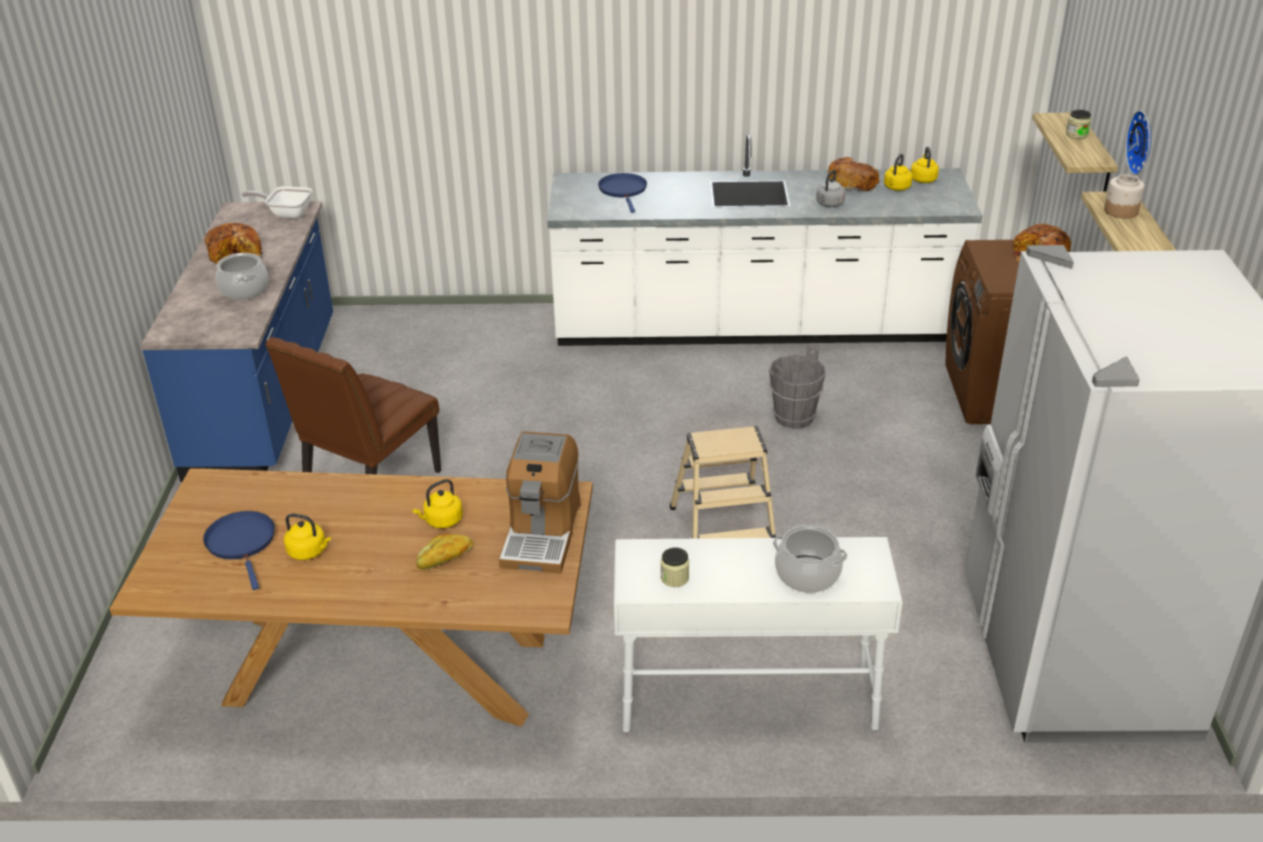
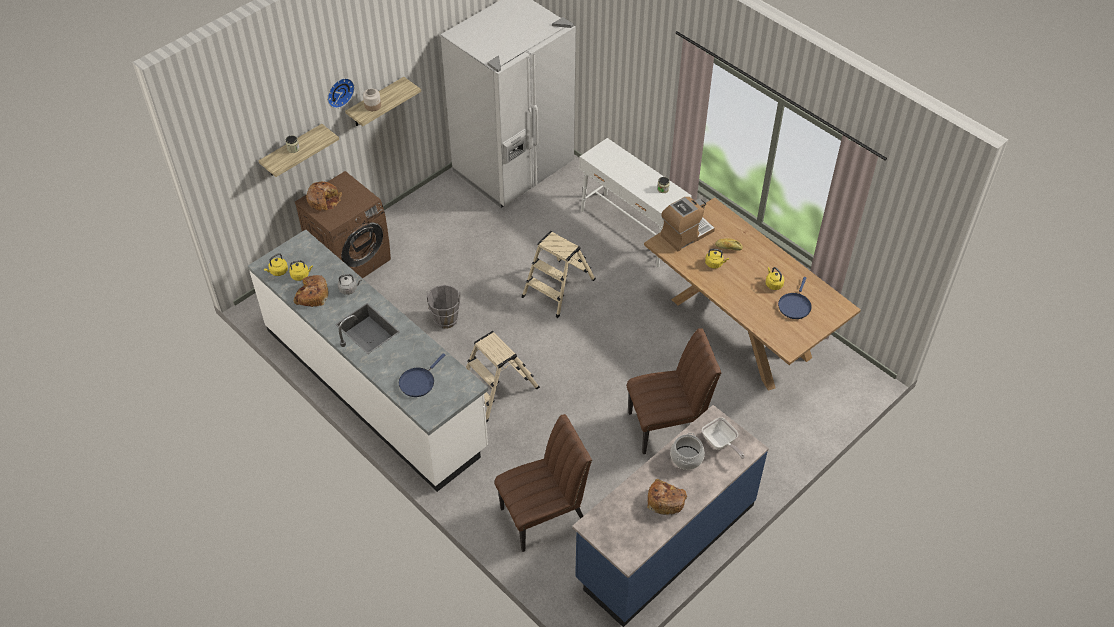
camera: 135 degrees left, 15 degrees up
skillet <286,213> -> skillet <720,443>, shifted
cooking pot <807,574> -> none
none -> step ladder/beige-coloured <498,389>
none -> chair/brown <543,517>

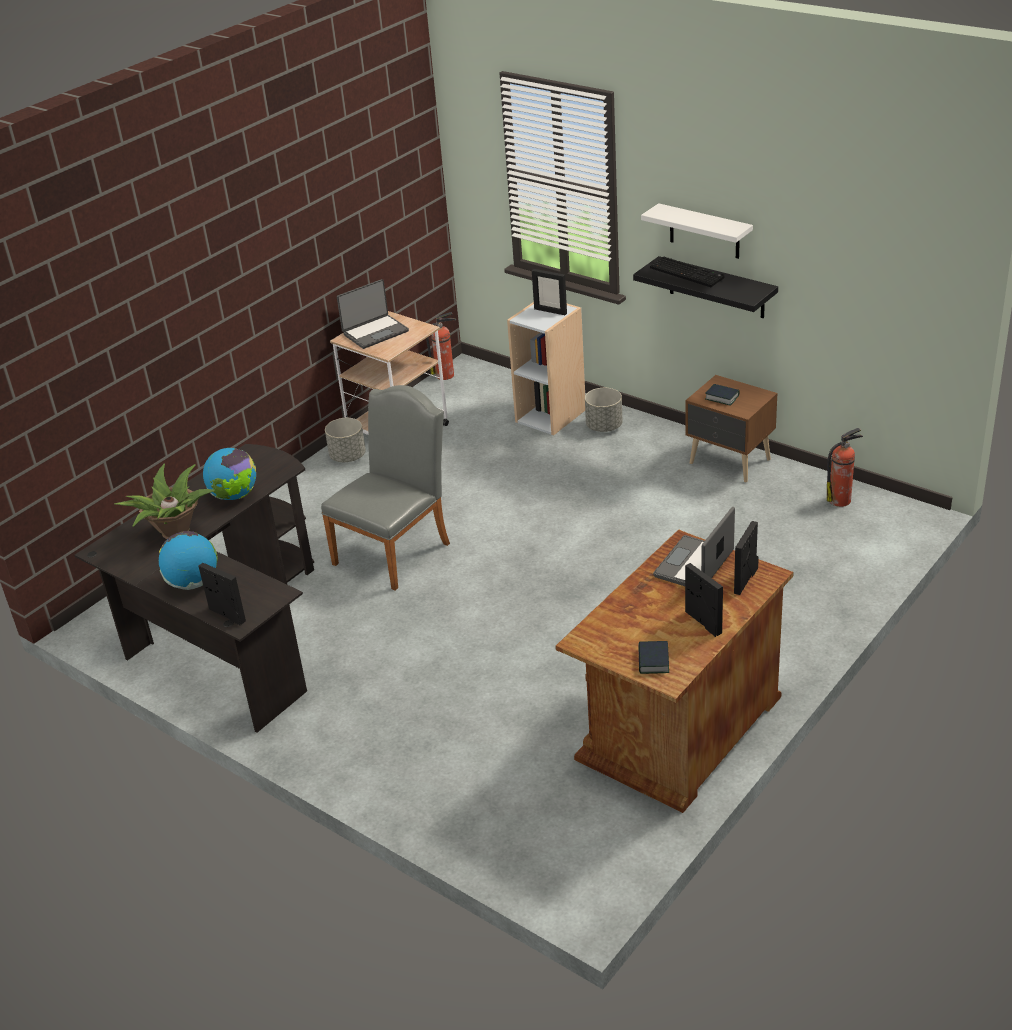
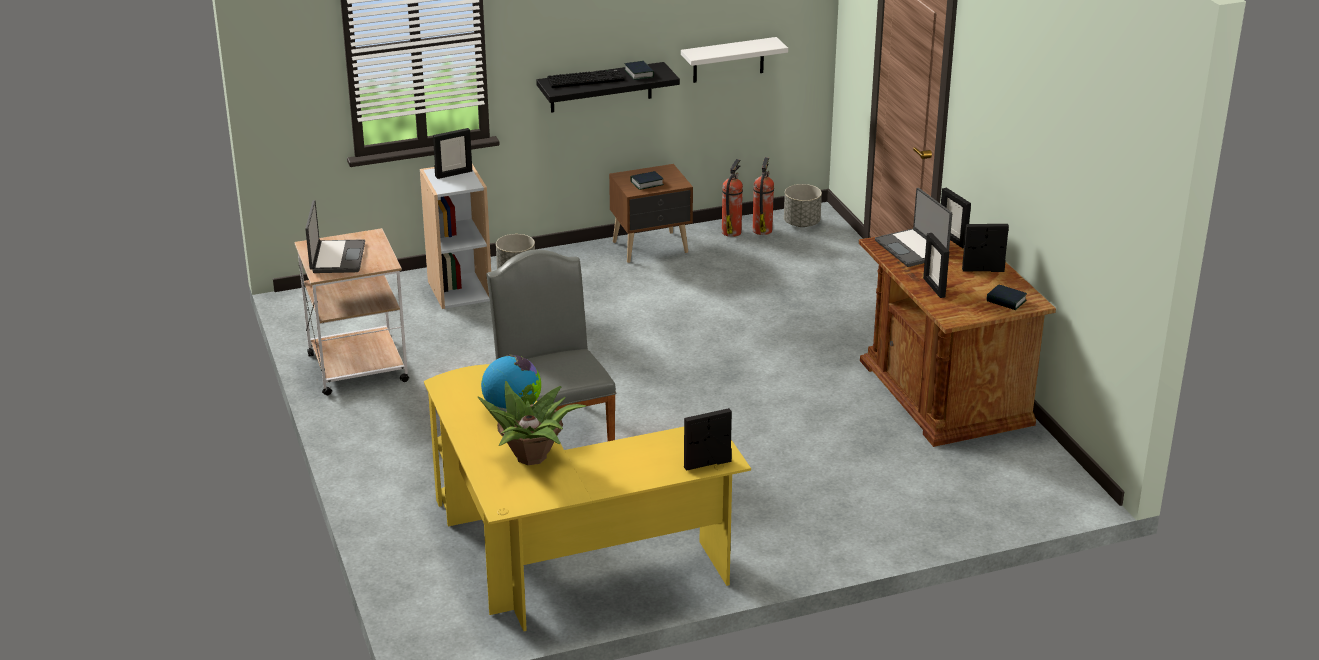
camera: 60 degrees left, 5 degrees down
desk unit/black-coloured <226,633> -> desk unit/yellow-coloured <559,560>
globe <193,583> -> none
planter/greyish <348,457> -> planter/greyish <802,223>, shifted
fire extinguisher <446,375> -> fire extinguisher <732,231>, shifted
wall shelf/whitish <704,231> -> wall shelf/whitish <728,60>, shifted
none -> bound book <639,73>
none -> picture frame <935,287>

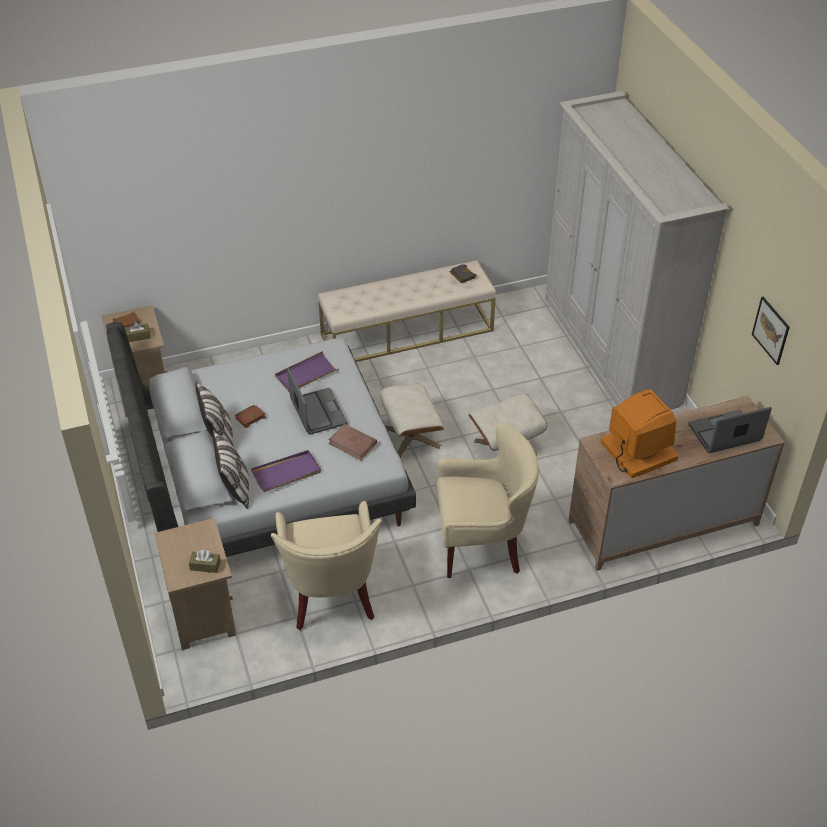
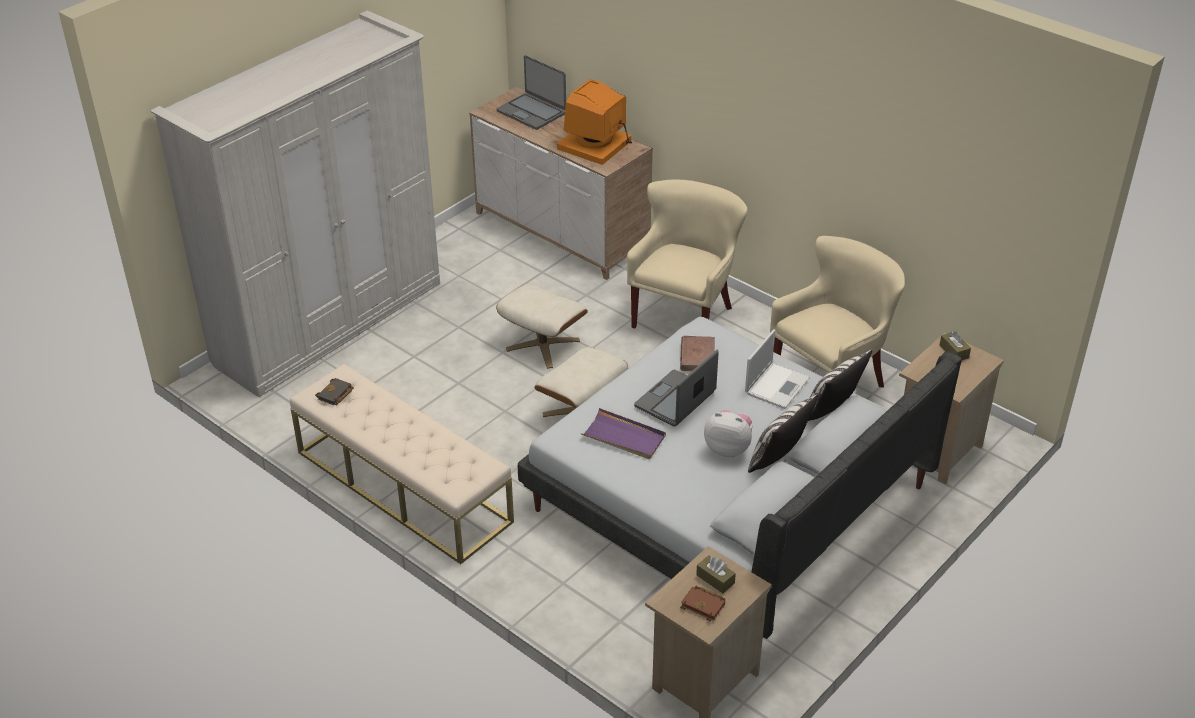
camera: 120 degrees left, 5 degrees down
bound book/brown <250,417> -> cuddly toy <728,448>
carrying tray/purple <287,473> -> notebook computer <777,385>
lounge chair/beige-coloured <482,547> -> lounge chair/beige-coloured <684,316>, 60 degrees clockwise
wall picture <771,330> -> none

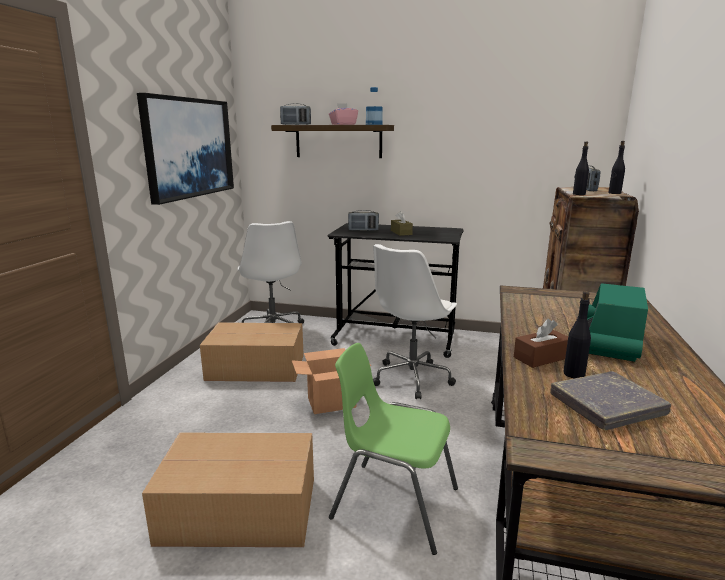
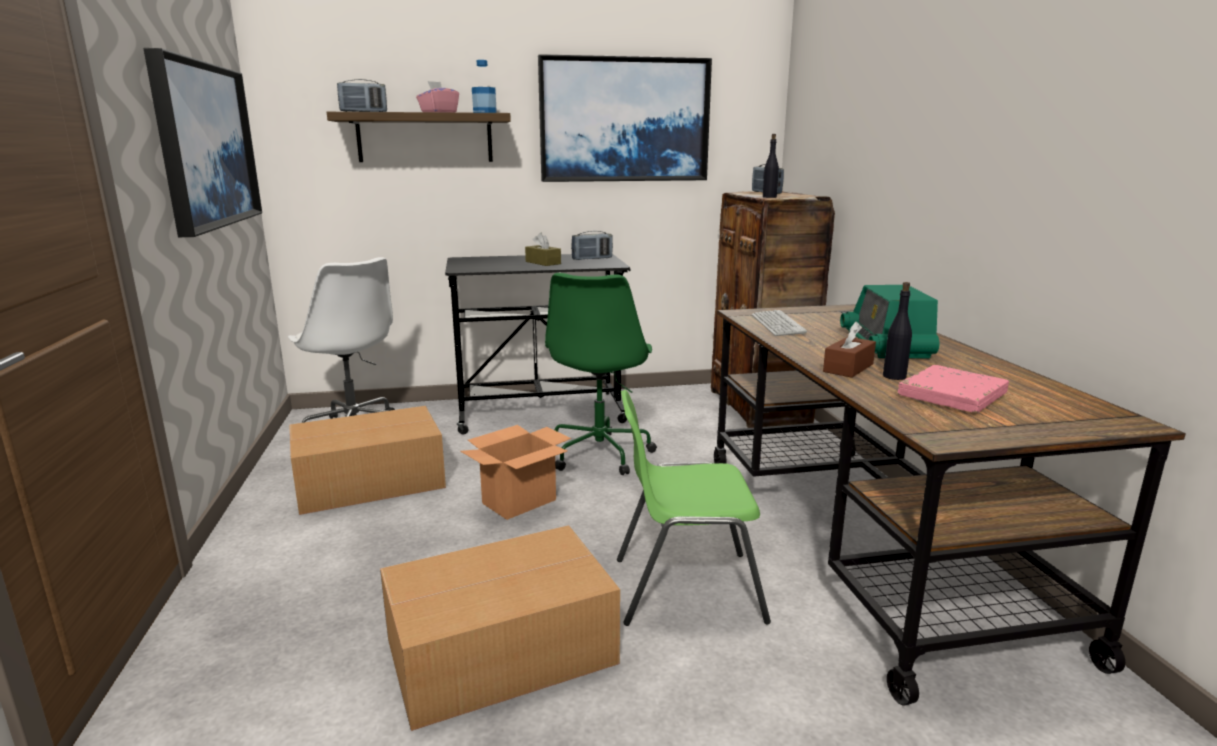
camera: 25 degrees left, 0 degrees up
radio set <363,230> -> radio set <592,259>, shifted
office chair/whitish <411,379> -> office chair/green <598,455>
bound book/greyish <607,405> -> bound book/pinkish <952,395>
beverage bottle/black-coloured <614,193> -> none
none -> wall picture <624,120>
none -> computer keyboard <777,324>

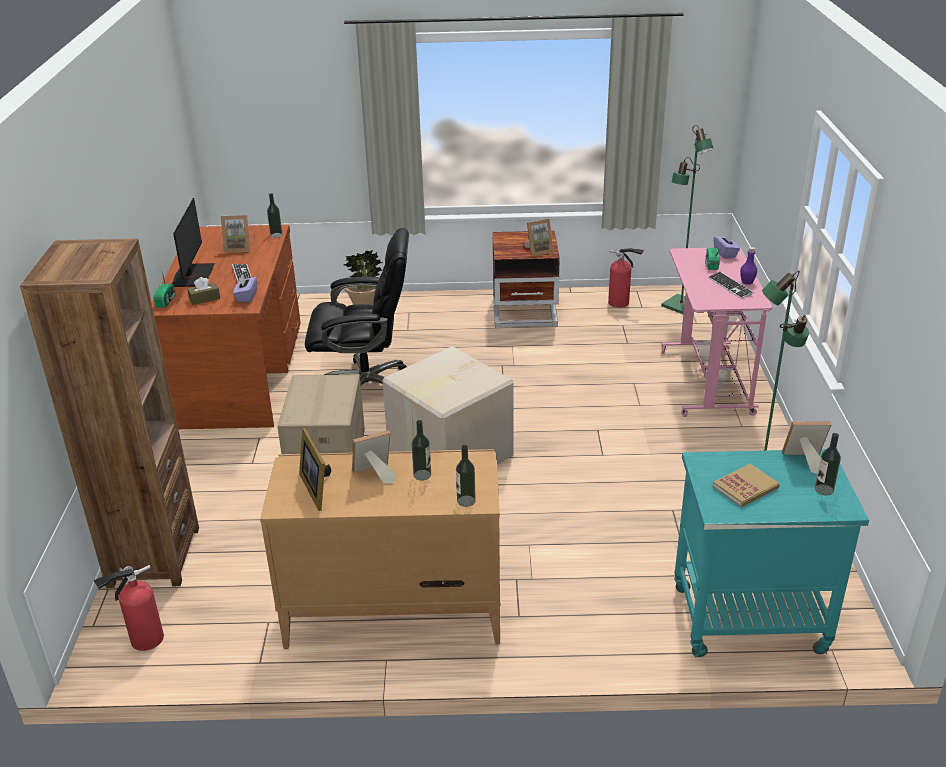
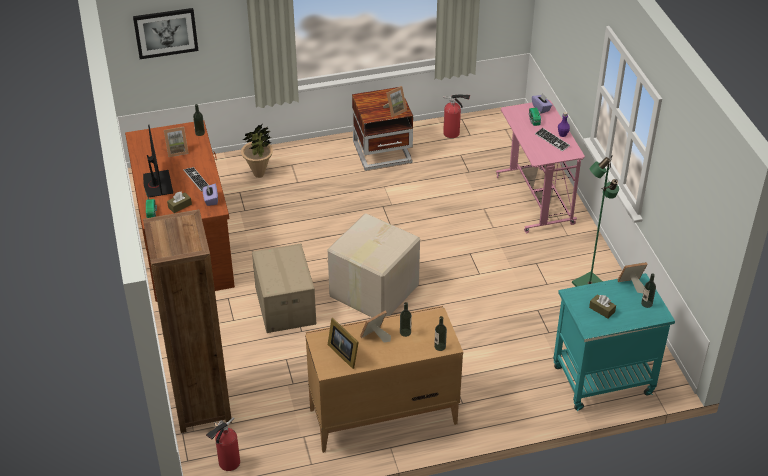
camera: 15 degrees left, 10 degrees up
office chair/black-coloured <364,384> -> none
floor lamp/green <681,305> -> none
bound book <745,487> -> tissue holder/brown <602,310>
none -> wall picture <166,33>

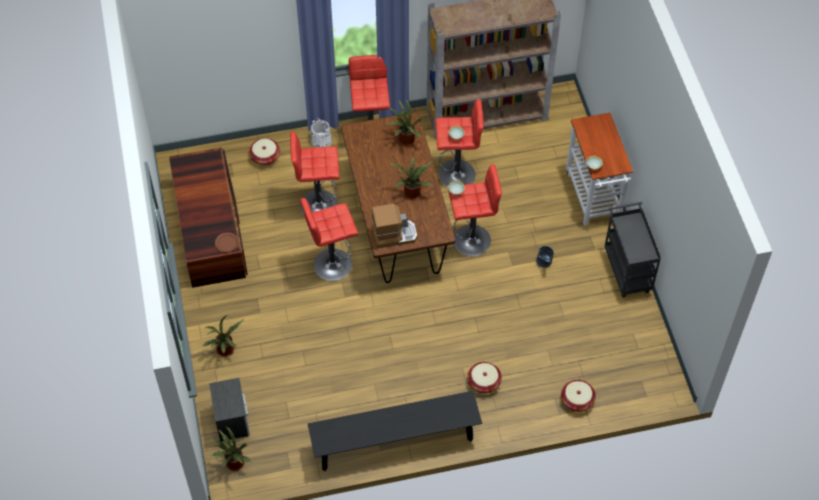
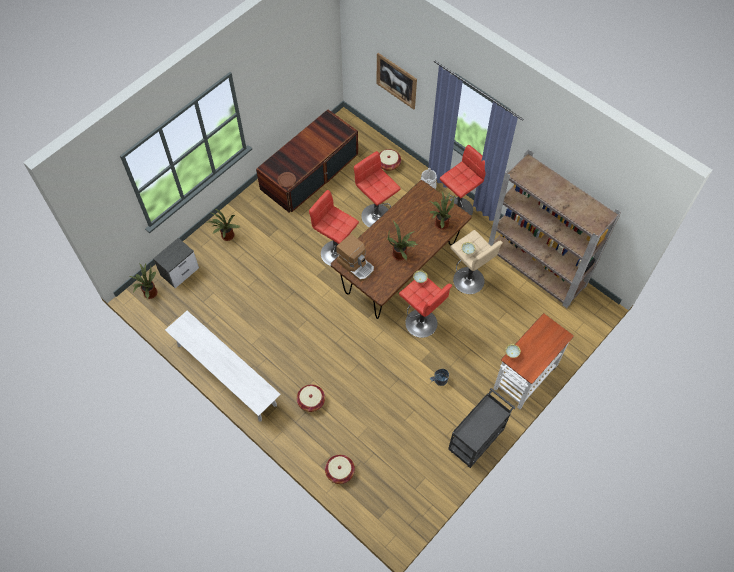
camera: 55 degrees right, 5 degrees up
long seat/black-coloured <395,442> -> long seat/whitish <226,375>
stool seat/red <457,175> -> stool seat/beige-coloured <468,281>
none -> wall picture <396,80>

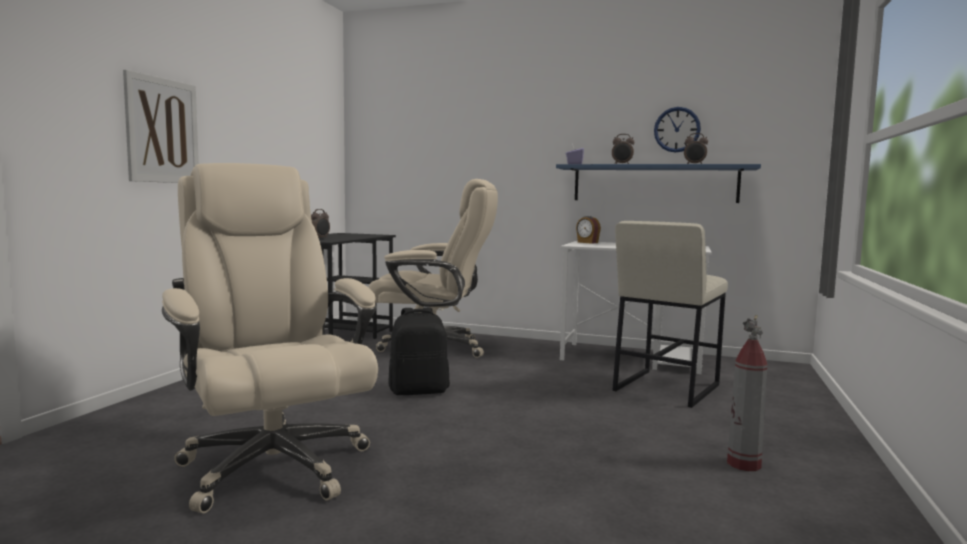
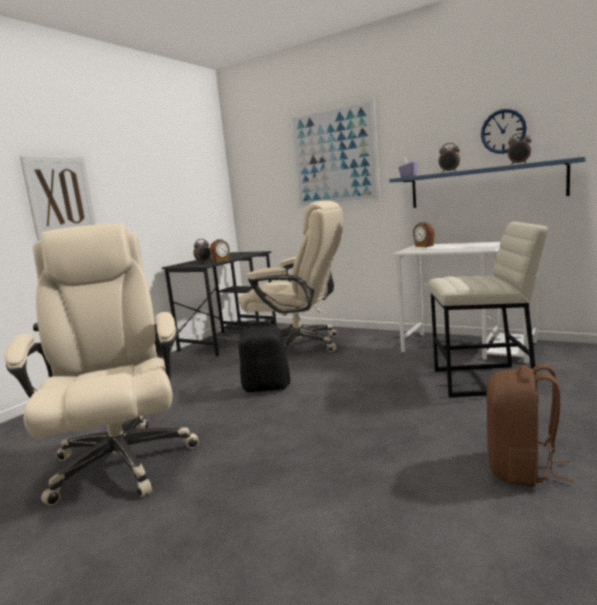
camera: 15 degrees right, 5 degrees up
chair/beige-coloured <665,388> -> chair/beige-coloured <484,380>, 135 degrees counterclockwise
fire extinguisher <744,464> -> rucksack/brown <522,469>
none -> bedside clock <221,261>
none -> wall picture <333,157>

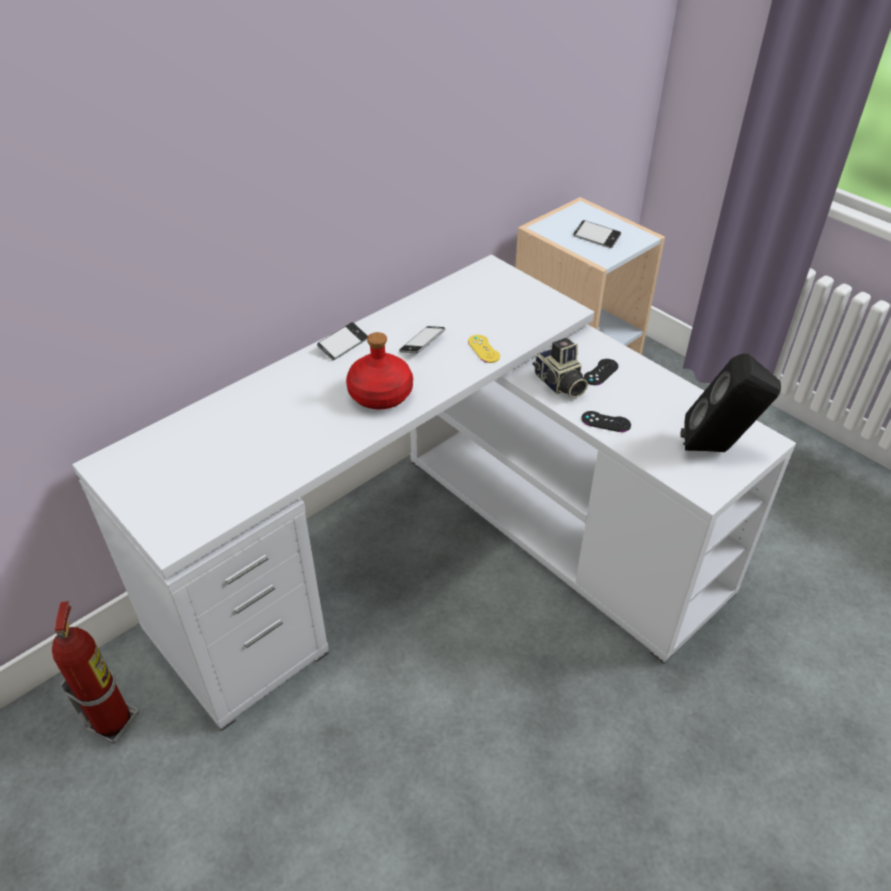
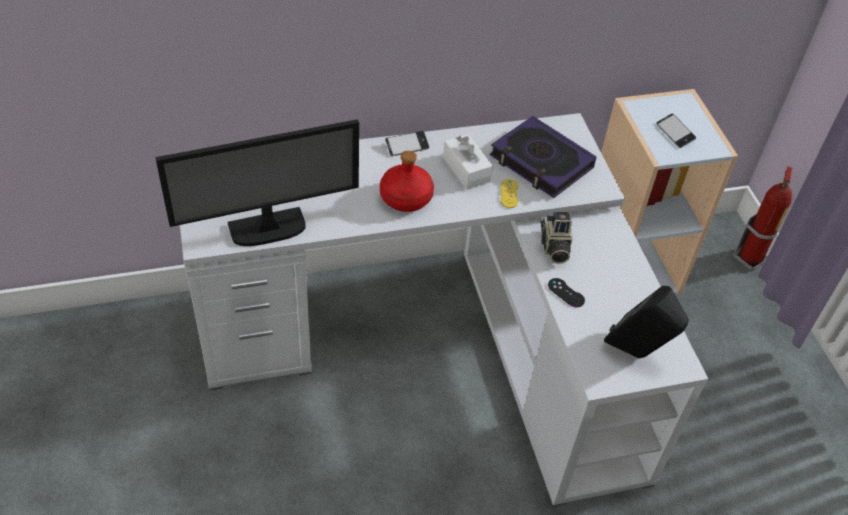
camera: 25 degrees right, 5 degrees up
fire extinguisher <113,721> -> fire extinguisher <750,258>, shifted
phone <422,343> -> tissue holder/whitish <466,169>
joypad/black-coloured <601,372> -> none
none -> computer screen <268,229>
none -> bound book <541,162>

